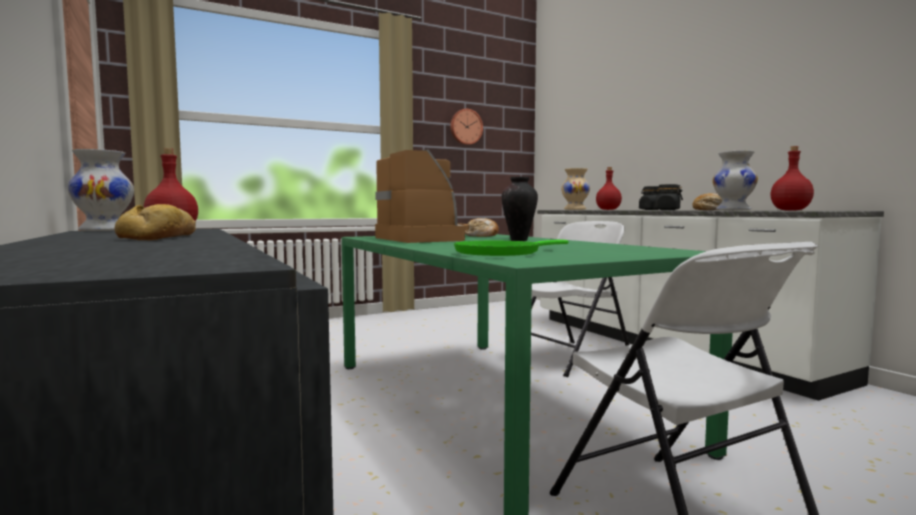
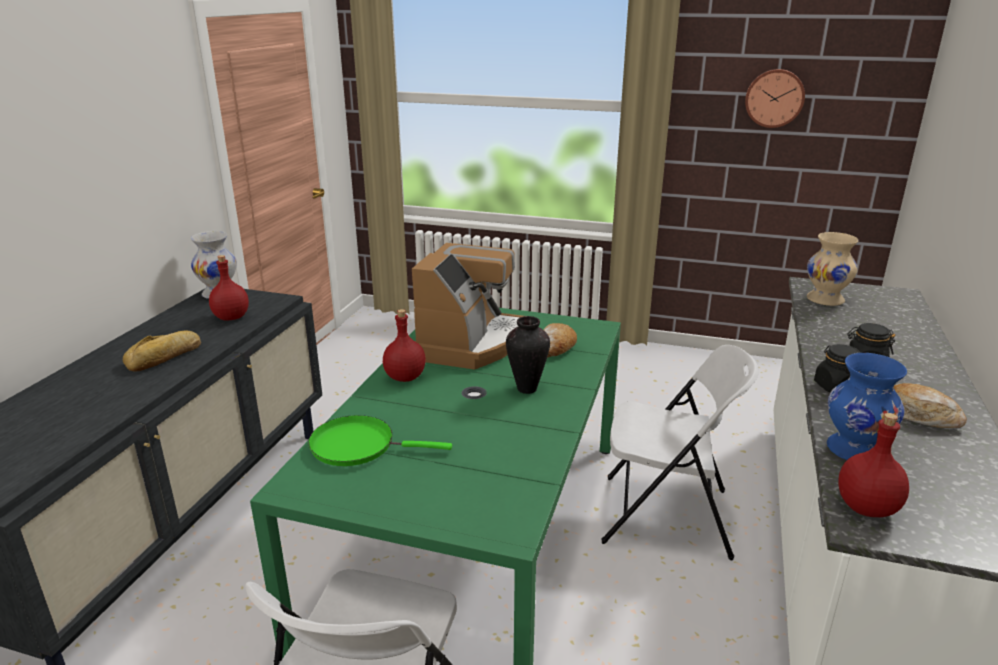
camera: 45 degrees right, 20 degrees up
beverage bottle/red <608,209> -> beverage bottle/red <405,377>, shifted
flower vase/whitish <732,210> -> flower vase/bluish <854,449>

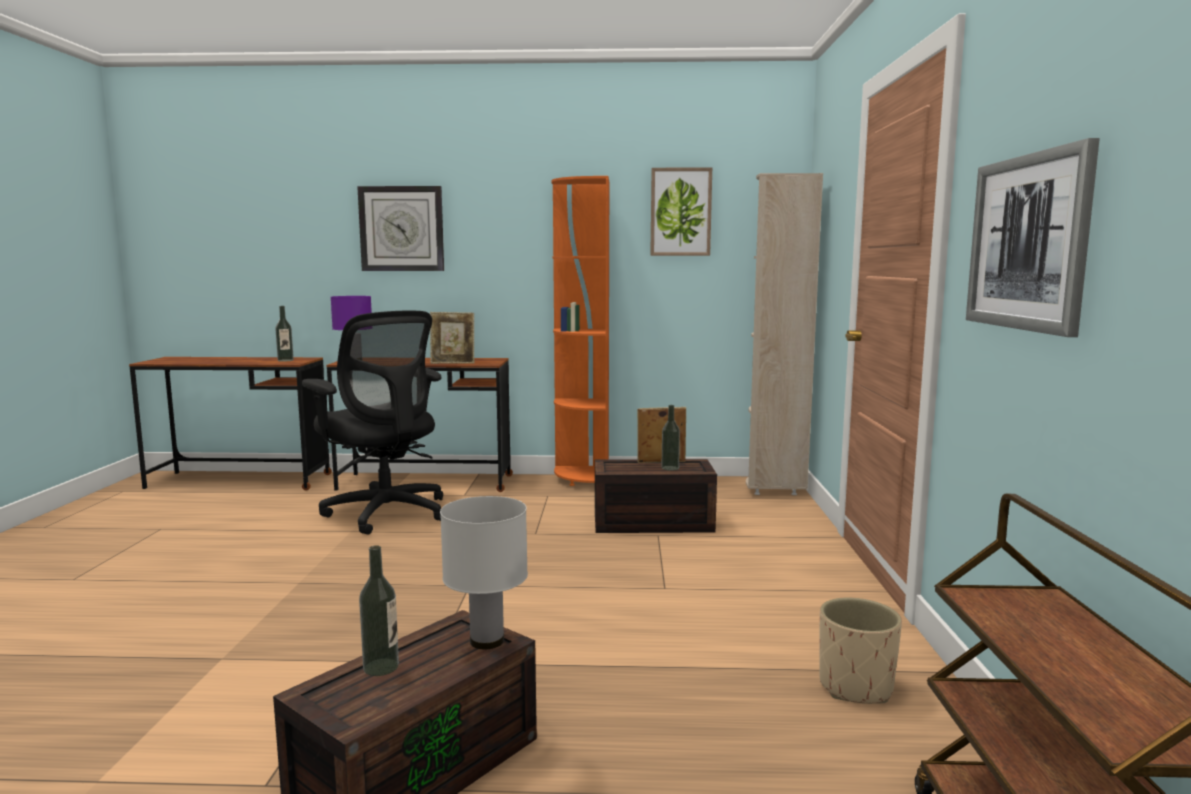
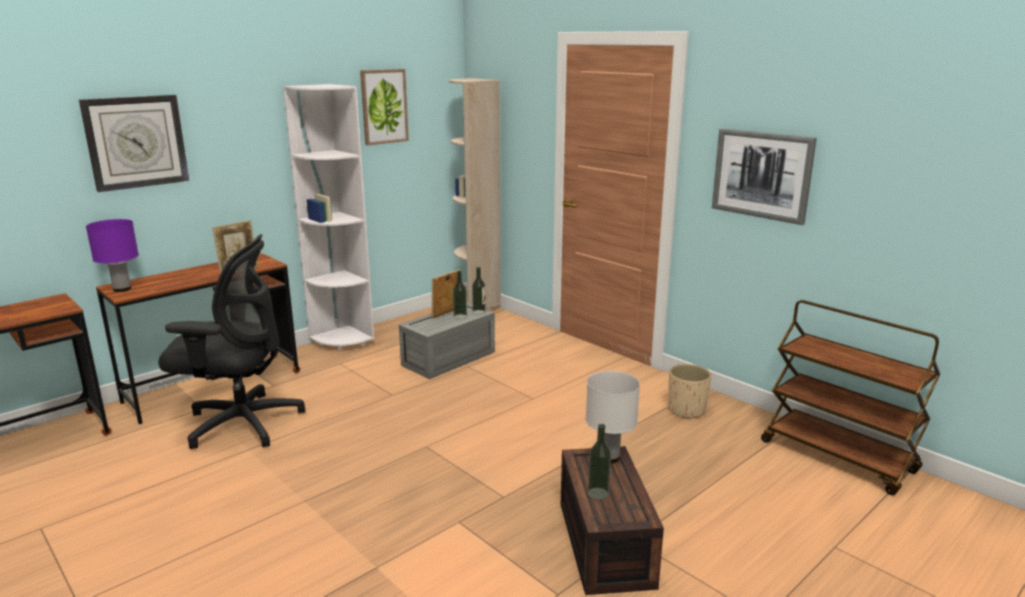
camera: 45 degrees left, 10 degrees up
beverage bottle <285,360> -> beverage bottle <479,312>, shifted
shelving unit/orangey <582,482> -> shelving unit/whitish <342,343>
storage bin/brown <651,523> -> storage bin/greyish <448,359>

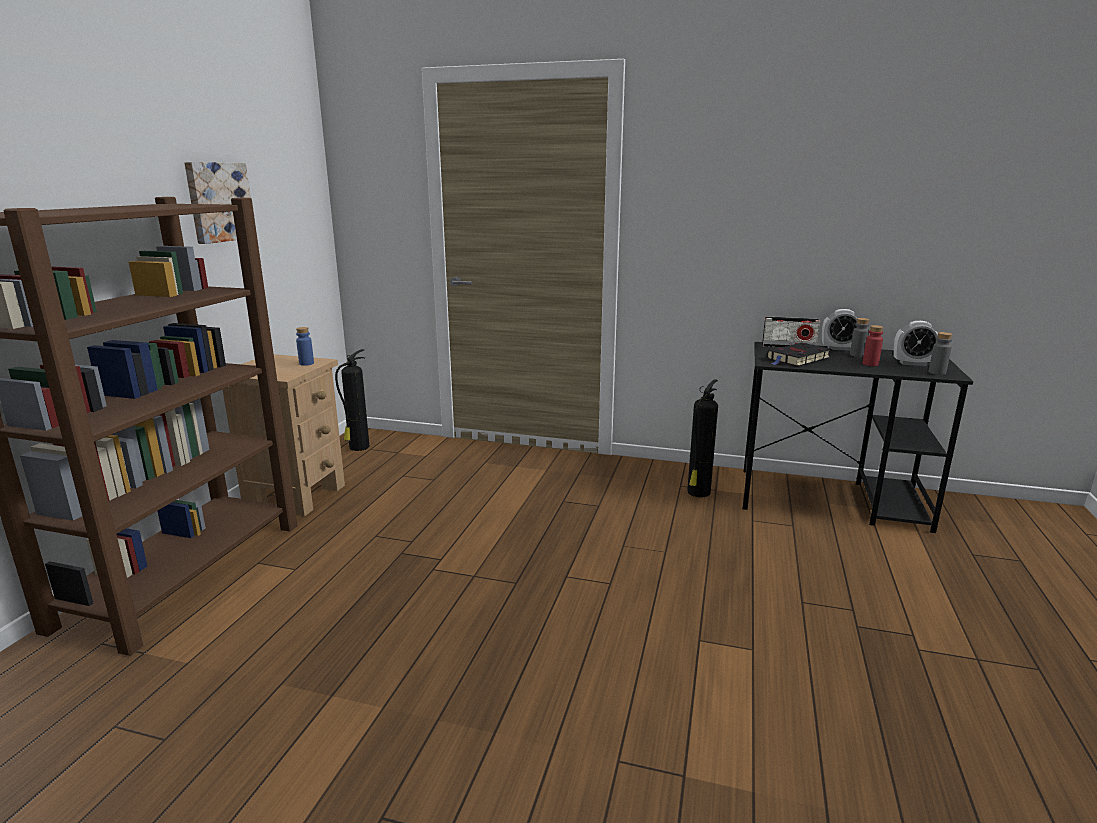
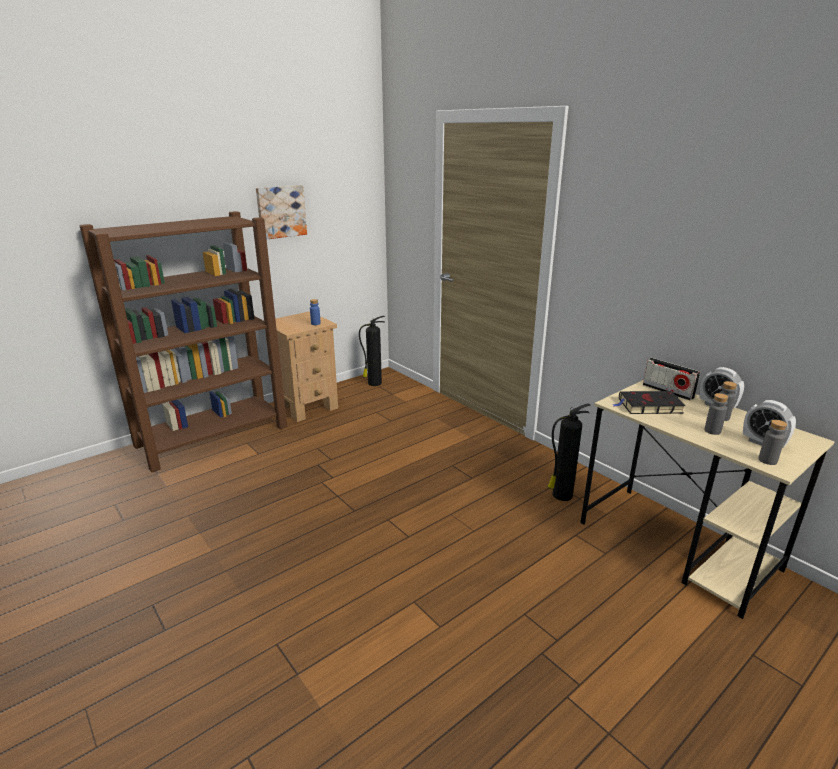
camera: 35 degrees right, 5 degrees up
desk unit/black-coloured <832,499> -> desk unit/beige-coloured <678,546>
beverage bottle/red <870,364> -> beverage bottle/greyish <712,431>

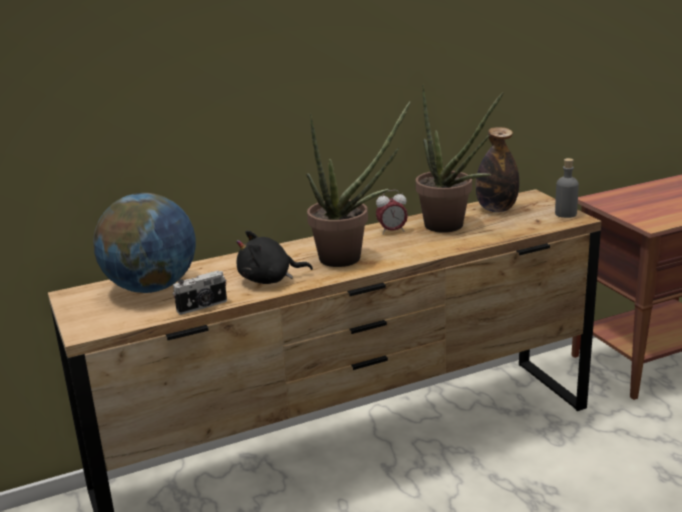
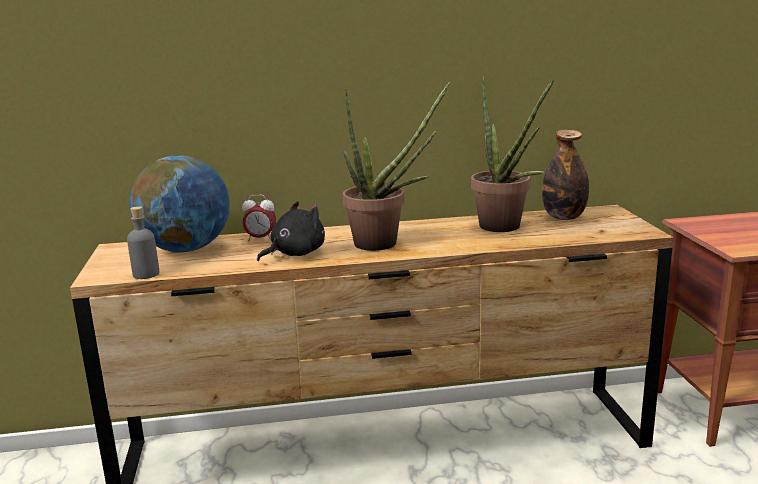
camera: 15 degrees right, 5 degrees down
still camera <202,306> -> none
cuddly toy/black-coloured <269,279> -> cuddly toy/black-coloured <295,254>, 135 degrees clockwise
bedside clock <392,231> -> bedside clock <260,239>, shifted
beverage bottle/greyish <565,214> -> beverage bottle/greyish <146,274>, shifted

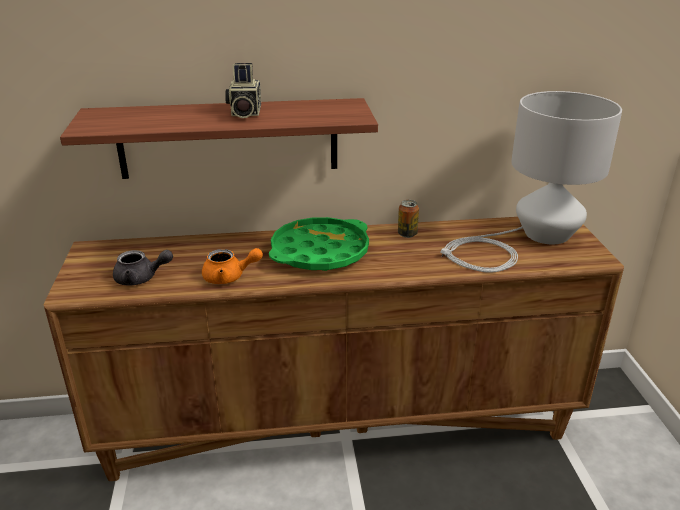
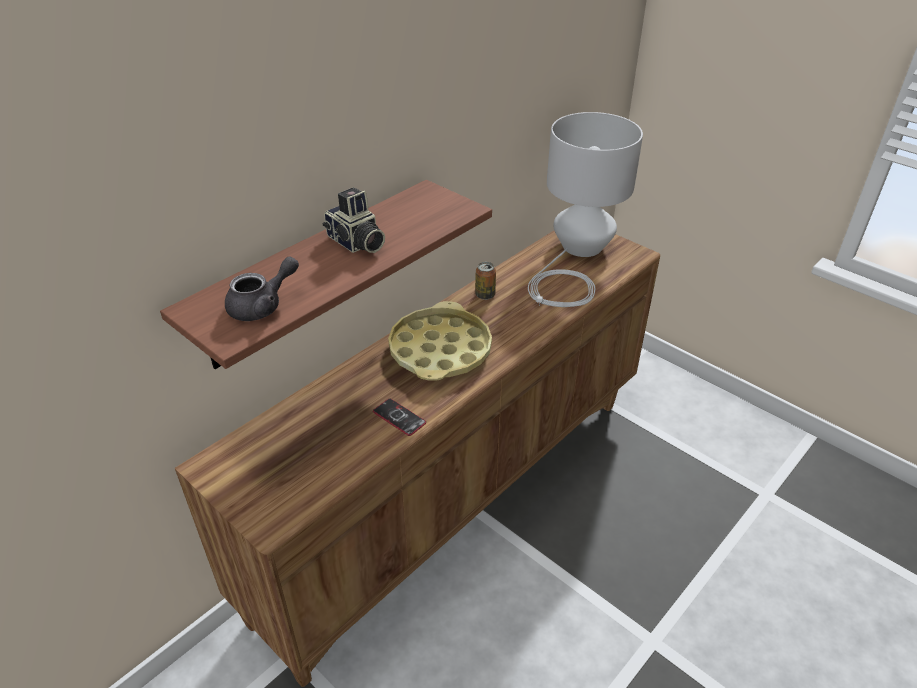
camera: 40 degrees left, 10 degrees up
pot for tea/greyish <141,278> -> pot for tea/greyish <263,306>, shifted
pot for tea/orangey <229,277> -> phone <399,417>
carrying tray/green <319,252> -> carrying tray/yellow-coloured <440,350>

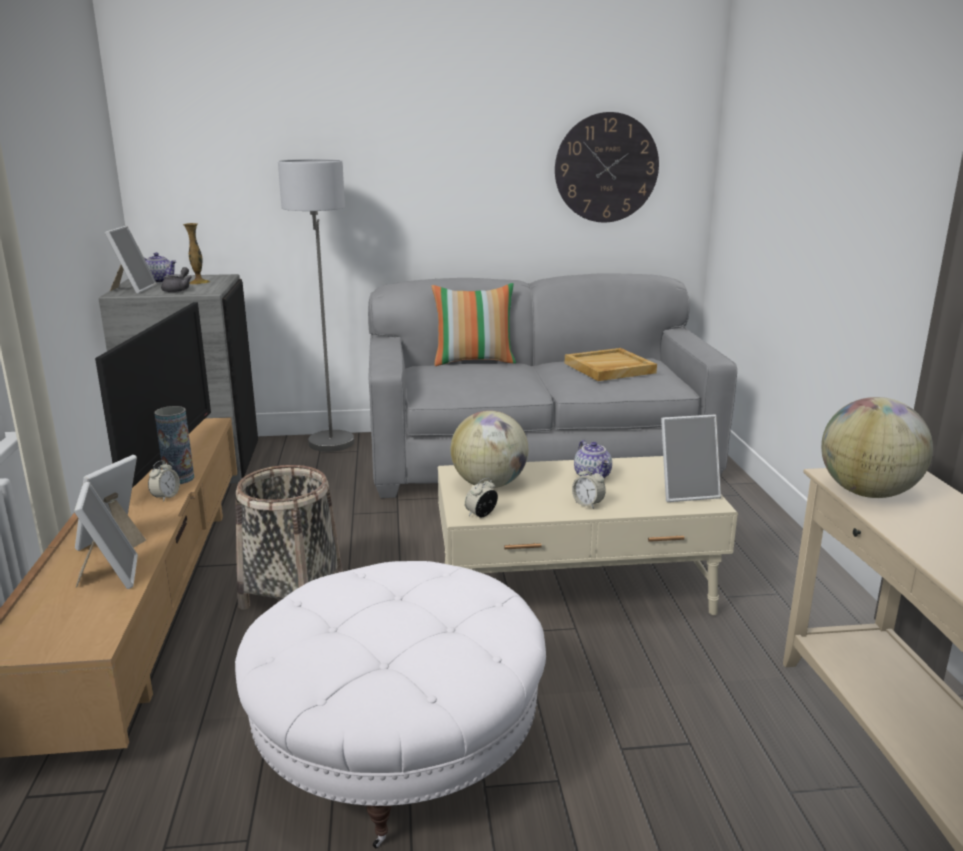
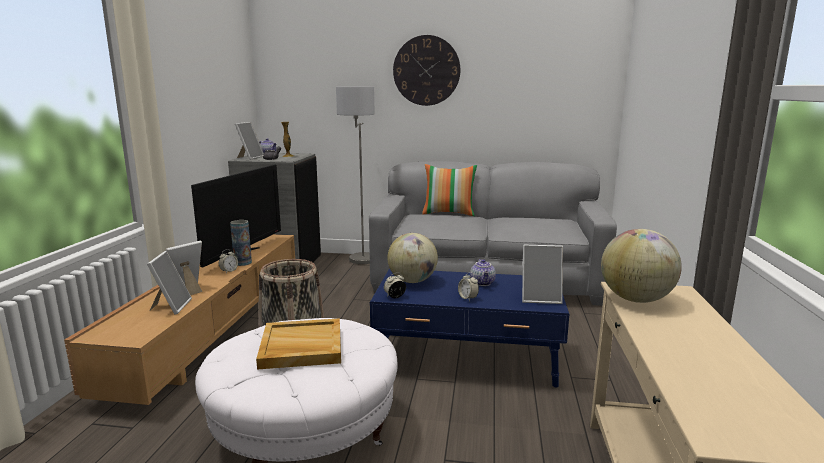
camera: 15 degrees right, 5 degrees down
lounge table/beige-coloured <575,589> -> lounge table/bluish <468,358>
hanging clock <606,168> -> hanging clock <426,70>, shifted
carrying tray/beige-coloured <609,368> -> carrying tray/beige-coloured <301,347>, shifted

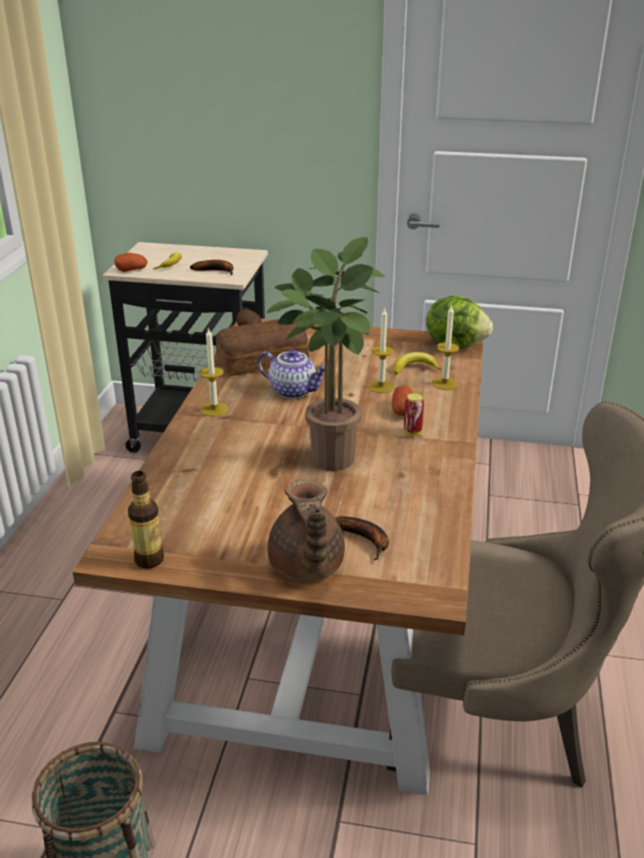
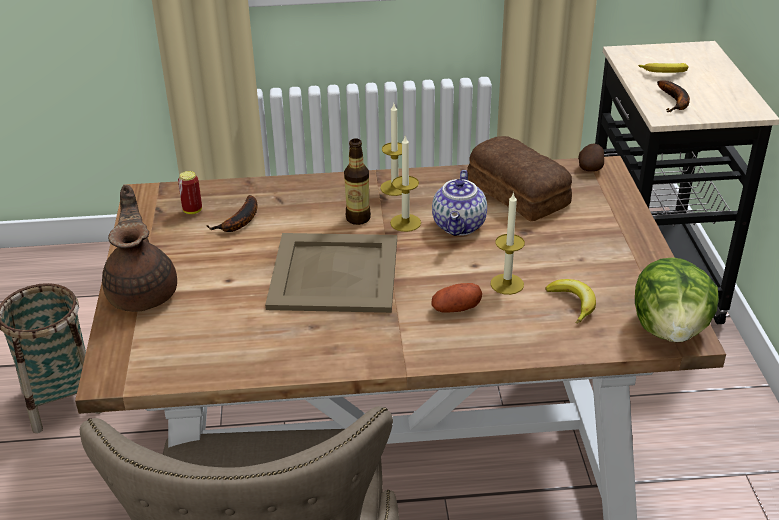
camera: 75 degrees right, 5 degrees up
whole potato <131,270> -> none
beverage bottle <149,560> -> beverage bottle <358,218>, shifted
potted plant <328,455> -> carrying tray/beige-coloured <335,272>
pot for tea/brown <306,566> -> pot for tea/brown <144,292>, 105 degrees clockwise
whole banana <365,539> -> whole banana <239,222>, shifted
sealed can <412,432> -> sealed can <192,210>, shifted
wax candle <444,383> -> wax candle <405,223>, shifted

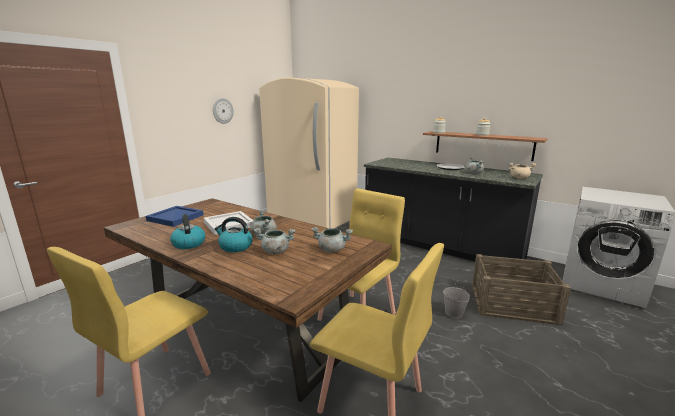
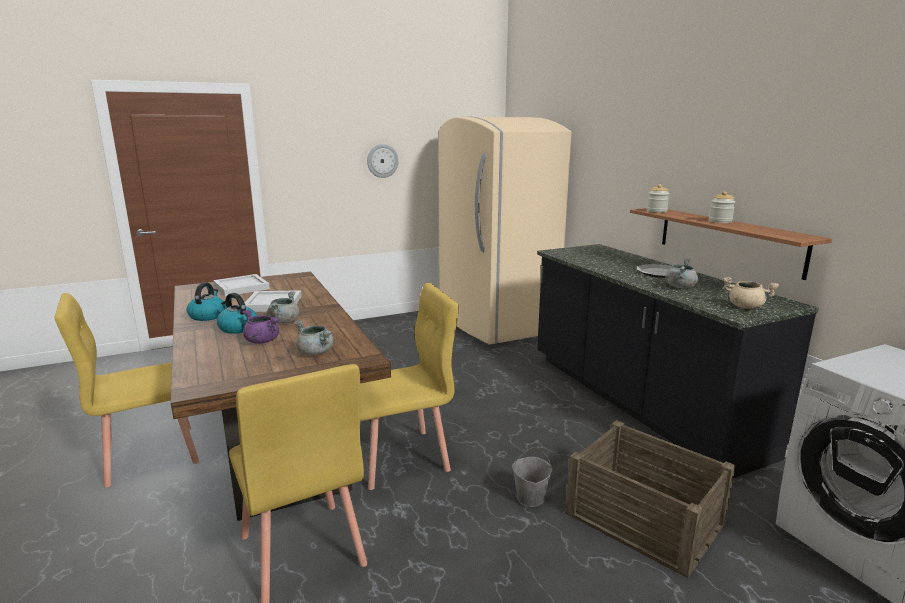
camera: 30 degrees right, 0 degrees up
carrying tray/bluish <175,218> -> carrying tray/whitish <241,287>
cooking pot/greyish <275,251> -> cooking pot/purple <262,341>

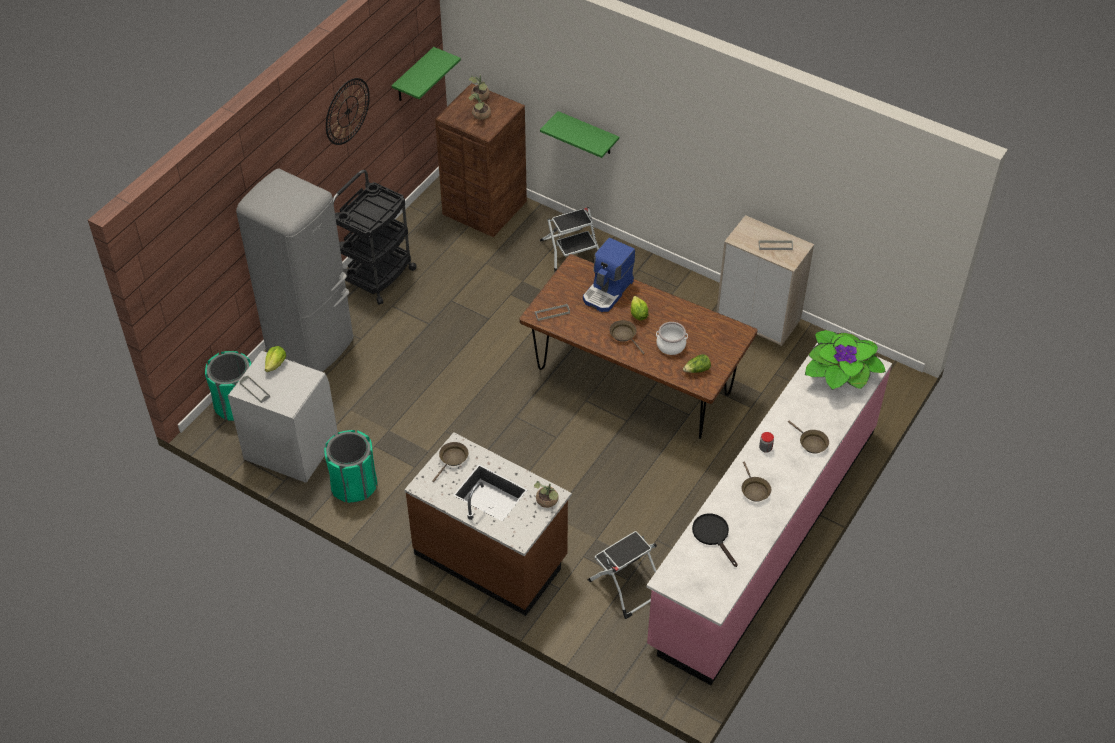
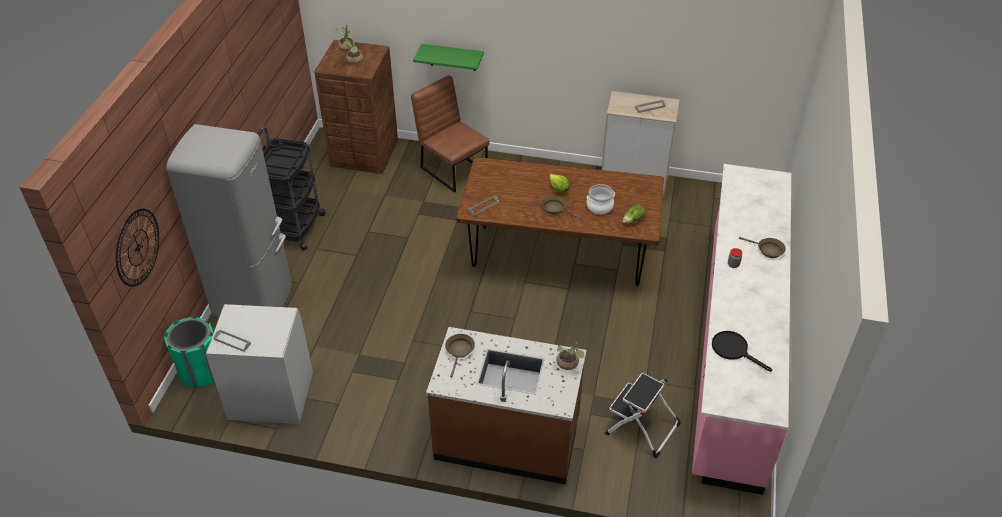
camera: 20 degrees left, 5 degrees down
lettuce head <276,364> -> none
rubbish bin/green <354,485> -> none
hanging clock <347,111> -> hanging clock <137,247>, shifted
wall shelf/green <413,76> -> none
step ladder <570,251> -> chair/brown <453,169>
coffee machine <608,291> -> none
skillet/brown <754,490> -> none
potted plant <840,373> -> none

